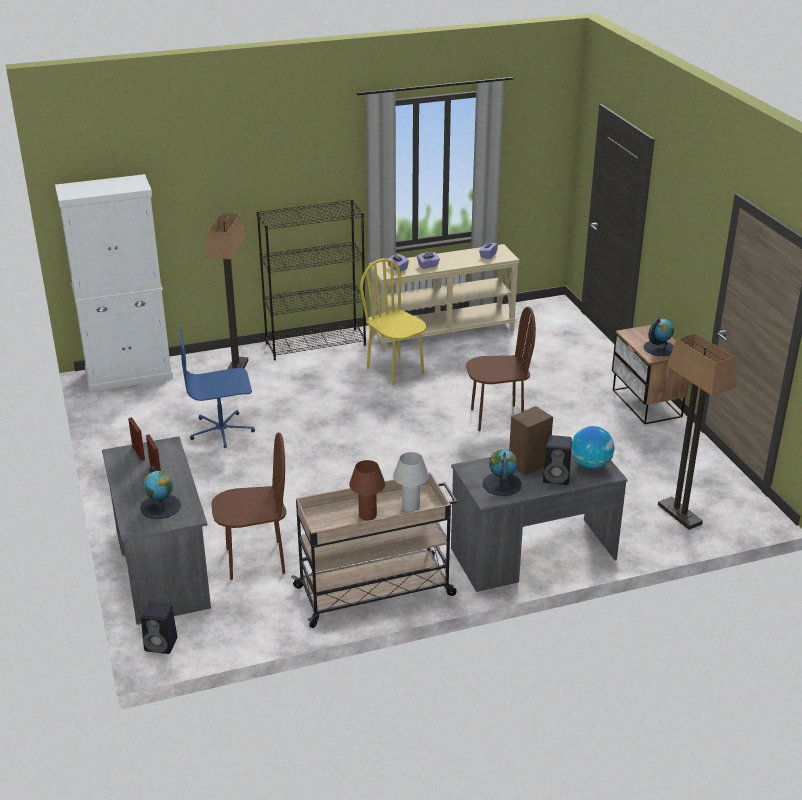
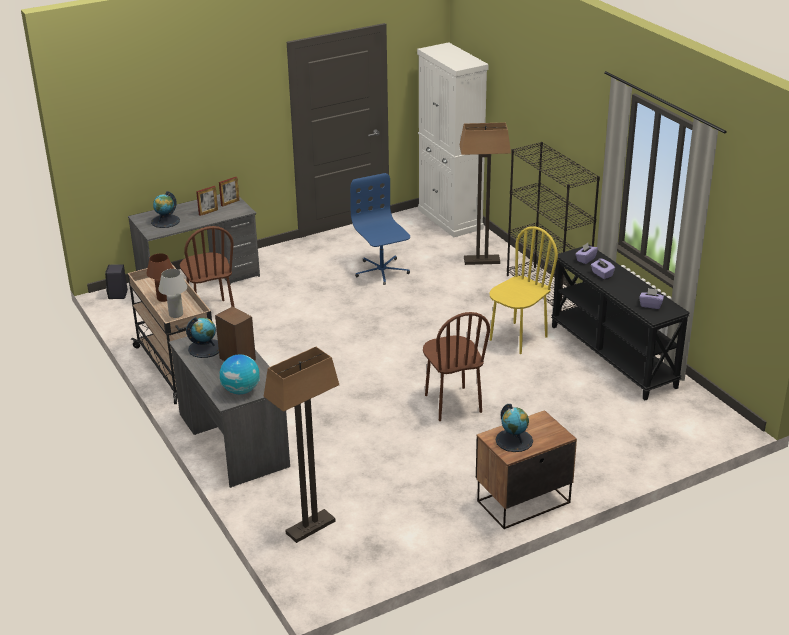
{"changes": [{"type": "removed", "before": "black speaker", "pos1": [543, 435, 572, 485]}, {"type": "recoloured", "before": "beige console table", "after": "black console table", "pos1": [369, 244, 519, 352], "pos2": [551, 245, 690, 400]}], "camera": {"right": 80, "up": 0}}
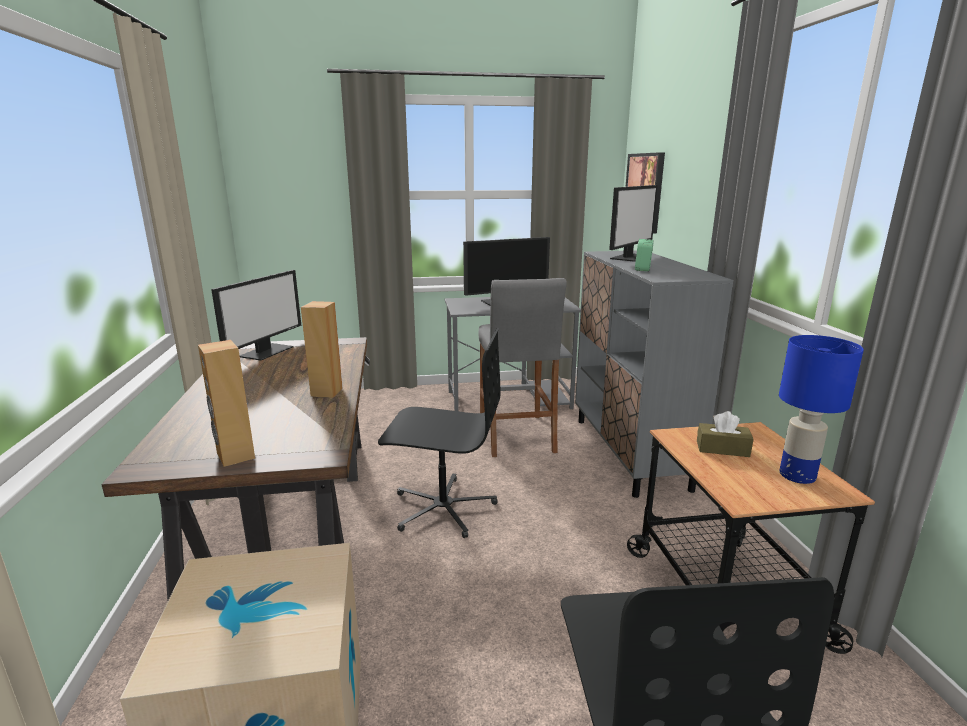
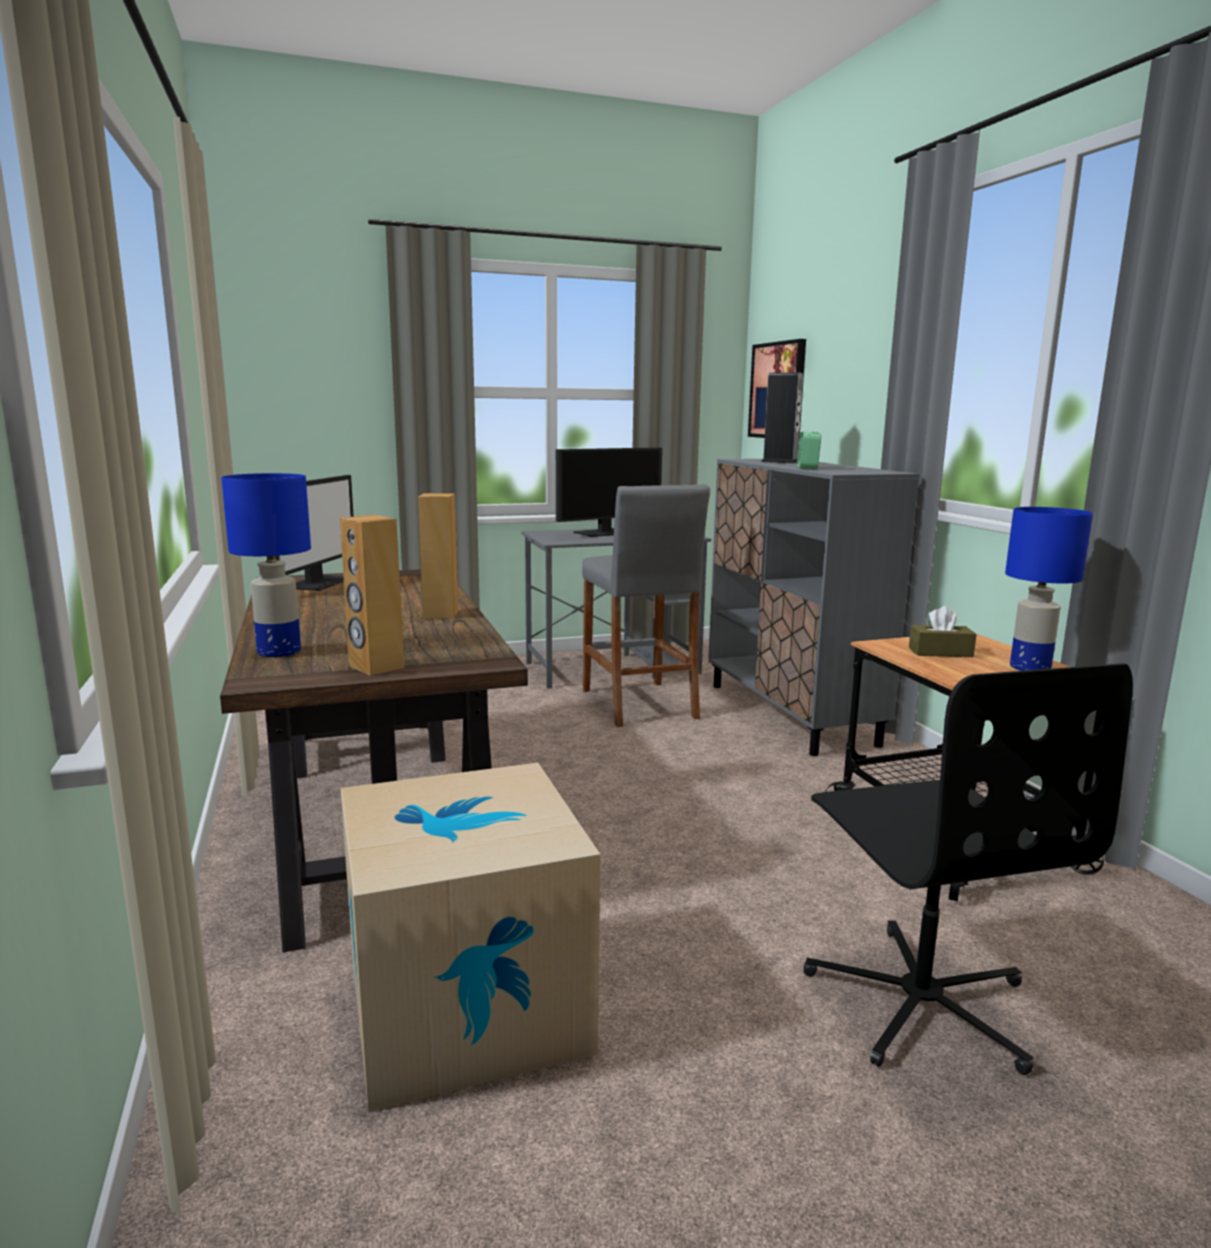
{"changes": [{"type": "removed", "before": "black office chair", "pos1": [378, 328, 500, 538]}, {"type": "added", "after": "blue table lamp", "pos2": [221, 473, 311, 657]}, {"type": "replaced", "before": "monitor", "after": "speaker", "pos1": [609, 185, 658, 262], "pos2": [761, 373, 803, 463]}], "camera": {"right": -10, "up": -5}}
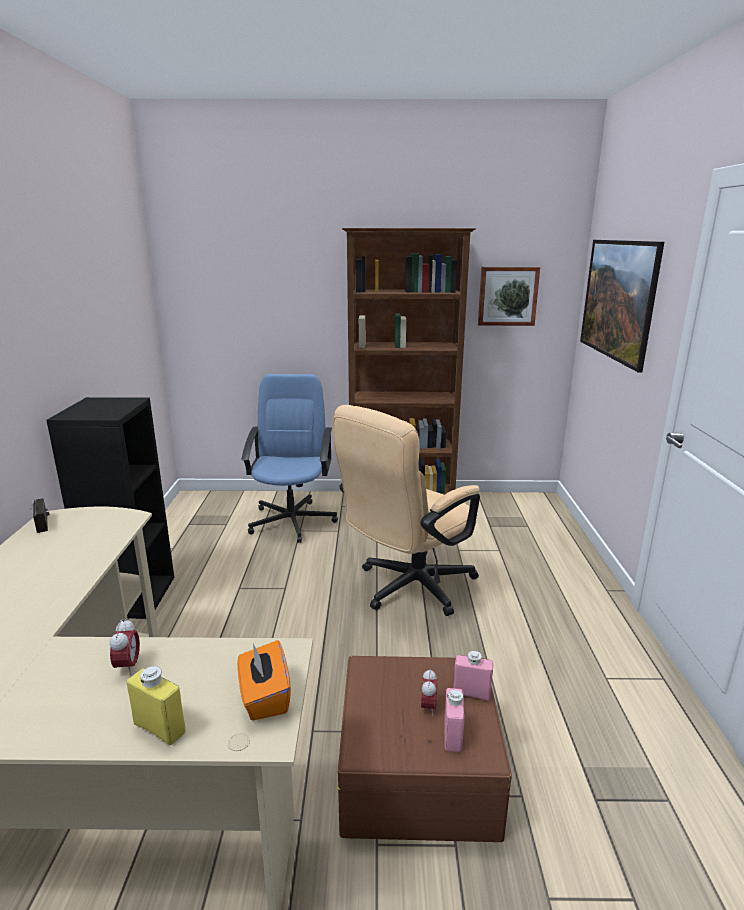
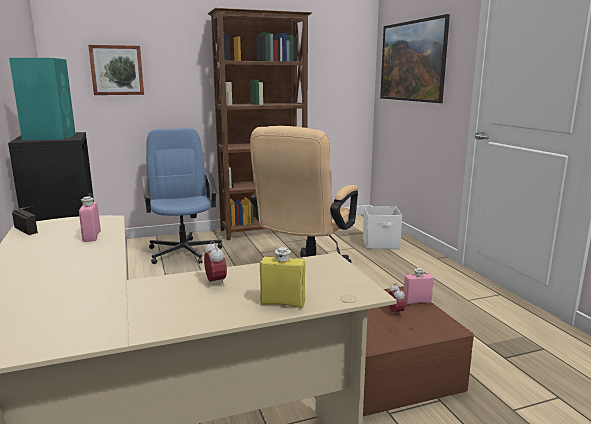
{"changes": [{"type": "removed", "before": "orange tissue box", "pos1": [237, 640, 291, 721]}, {"type": "added", "after": "turquoise speaker", "pos2": [9, 58, 76, 140]}, {"type": "added", "after": "white storage box", "pos2": [363, 206, 402, 249]}, {"type": "moved", "before": "pink bottle", "pos1": [444, 688, 464, 752], "pos2": [79, 196, 101, 242]}, {"type": "moved", "before": "picture", "pos1": [478, 267, 540, 326], "pos2": [88, 45, 144, 95]}], "camera": {"right": -20, "up": -5}}
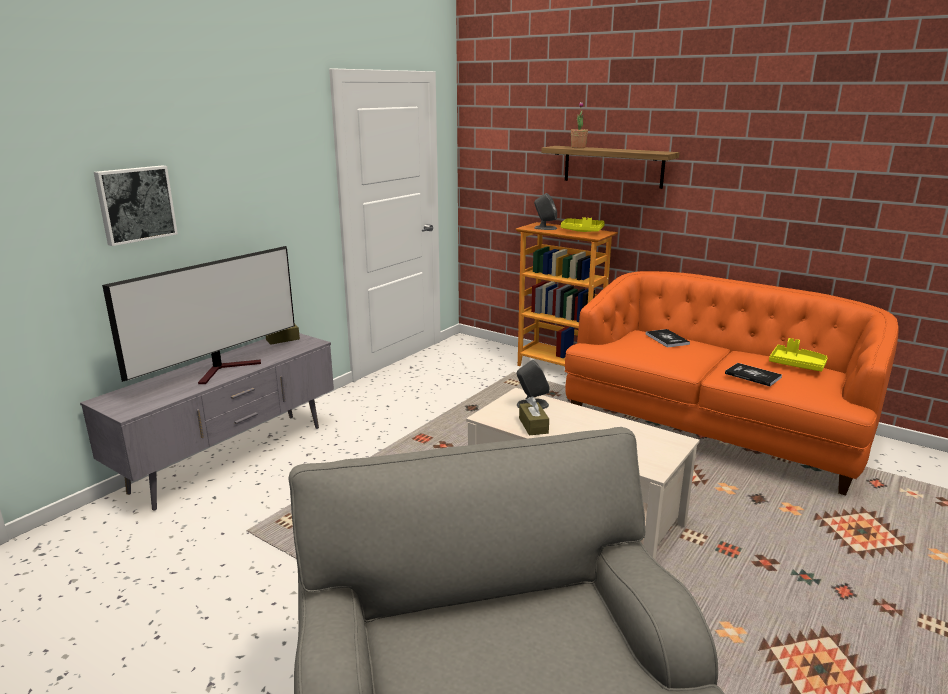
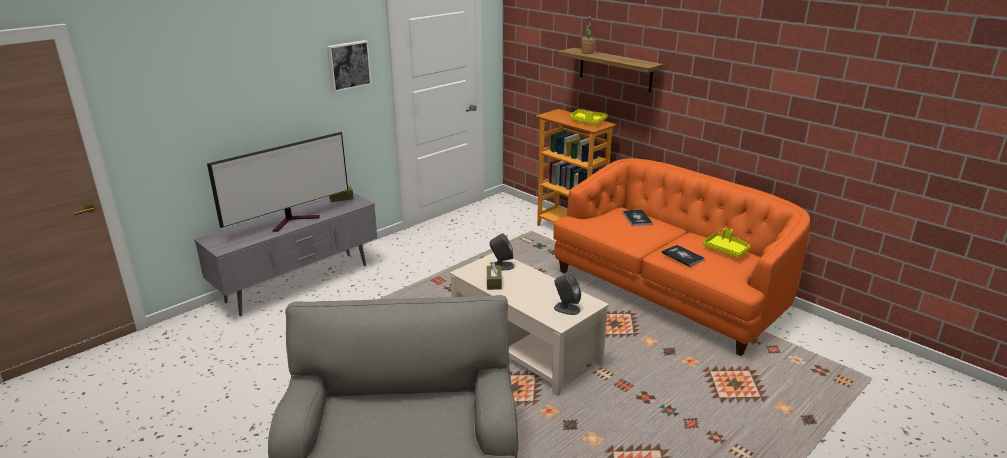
{"changes": [{"type": "moved", "before": "picture", "pos1": [94, 165, 178, 246], "pos2": [327, 40, 372, 92]}, {"type": "moved", "before": "grey speaker", "pos1": [534, 193, 557, 230], "pos2": [554, 273, 581, 315]}], "camera": {"right": 10, "up": 5}}
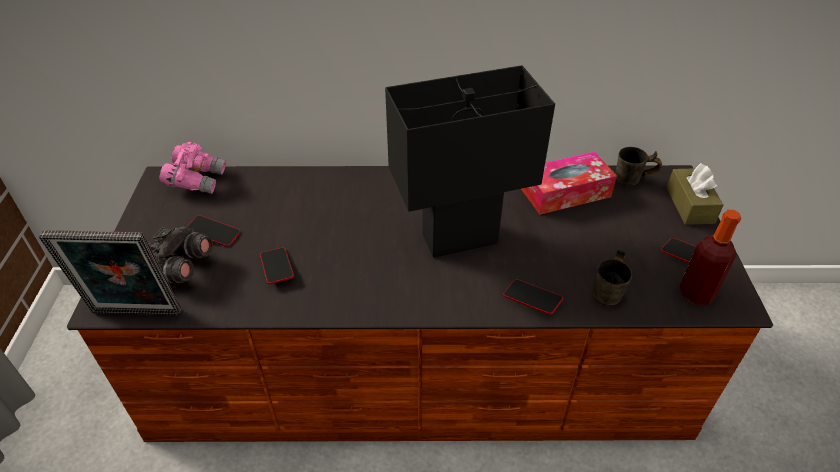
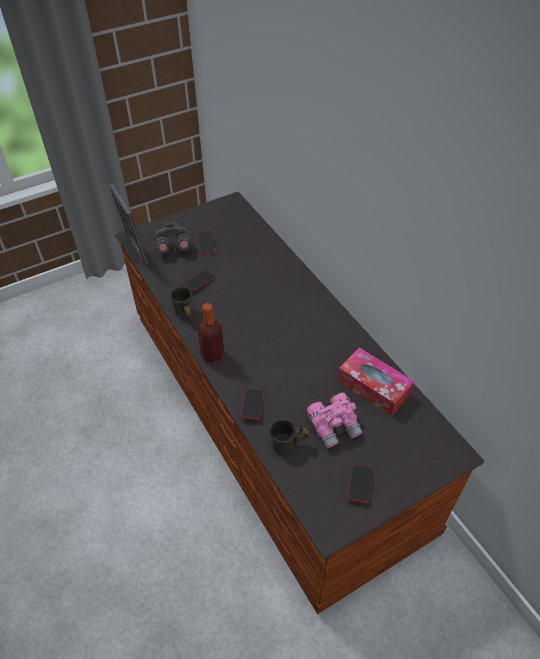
{"changes": [{"type": "removed", "before": "black table lamp", "pos1": [385, 65, 555, 258]}, {"type": "removed", "before": "brown tissue box", "pos1": [667, 163, 723, 225]}, {"type": "moved", "before": "pink binoculars", "pos1": [159, 142, 226, 194], "pos2": [307, 393, 363, 448]}, {"type": "moved", "before": "grey mug", "pos1": [616, 147, 662, 186], "pos2": [170, 287, 193, 317]}, {"type": "moved", "before": "bottle", "pos1": [679, 210, 741, 305], "pos2": [198, 303, 224, 364]}], "camera": {"right": 60, "up": 5}}
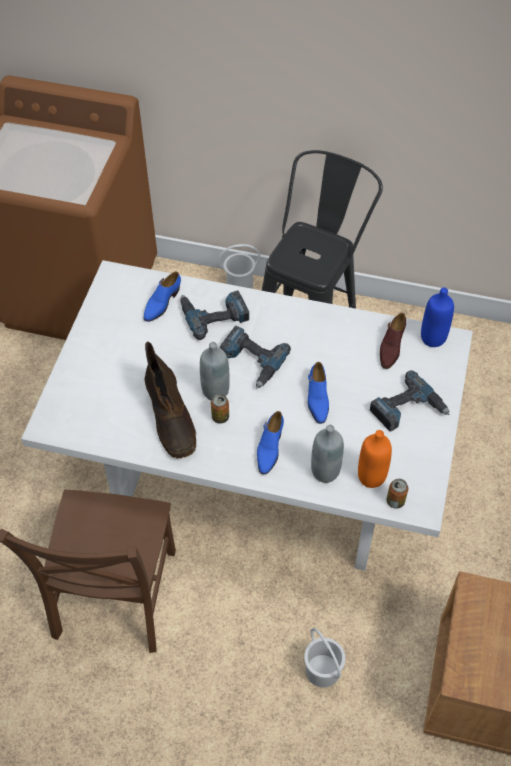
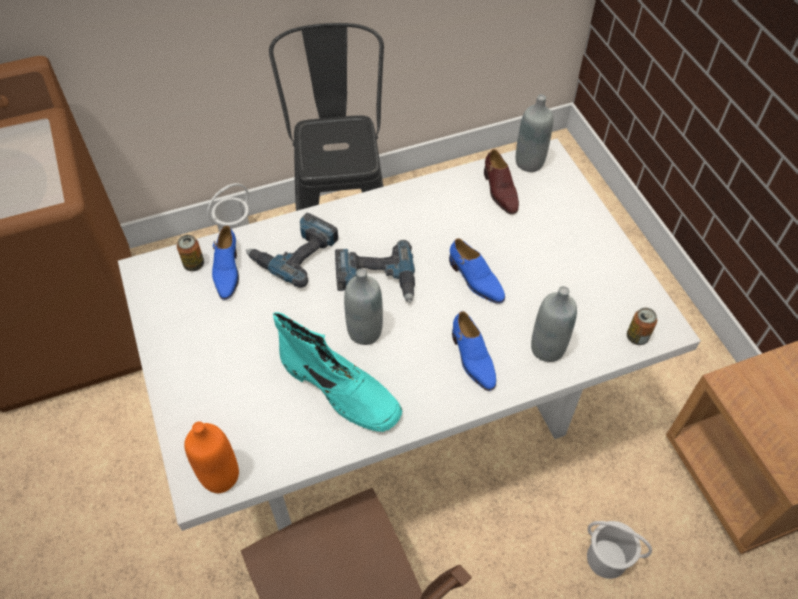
{"changes": [{"type": "removed", "before": "power drill", "pos1": [370, 370, 450, 431]}, {"type": "moved", "before": "can", "pos1": [211, 394, 229, 424], "pos2": [177, 235, 204, 271]}, {"type": "moved", "before": "orange bottle", "pos1": [358, 430, 392, 488], "pos2": [184, 421, 239, 493]}, {"type": "recoloured", "before": "brown boot", "after": "turquoise boot", "pos1": [145, 342, 197, 459], "pos2": [273, 312, 402, 432]}, {"type": "recoloured", "before": "blue bottle", "after": "grey bottle", "pos1": [421, 288, 454, 347], "pos2": [516, 94, 553, 172]}], "camera": {"right": -35, "up": 0}}
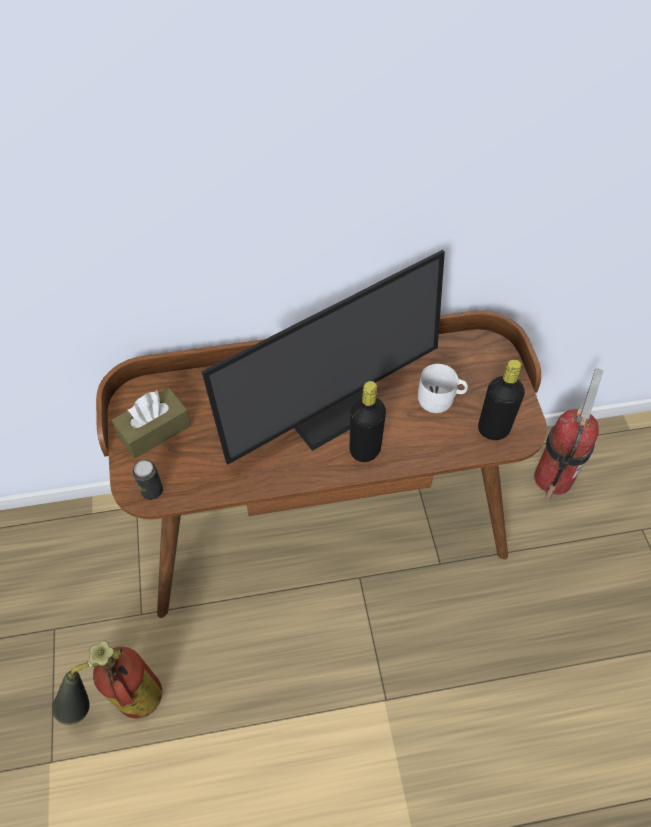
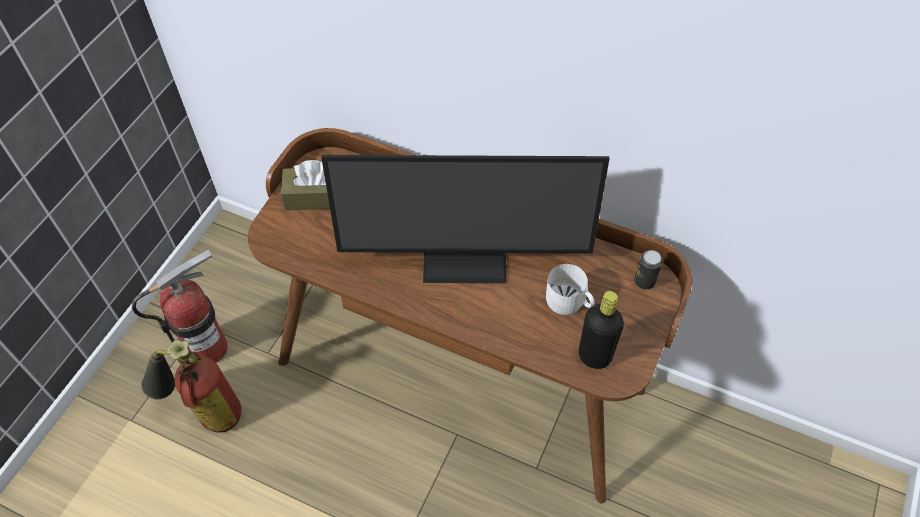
{"changes": [{"type": "removed", "before": "black bottle", "pos1": [350, 381, 386, 462]}, {"type": "moved", "before": "can", "pos1": [132, 460, 163, 500], "pos2": [634, 250, 663, 290]}, {"type": "moved", "before": "fire extinguisher", "pos1": [534, 368, 603, 499], "pos2": [132, 249, 228, 363]}], "camera": {"right": 35, "up": 0}}
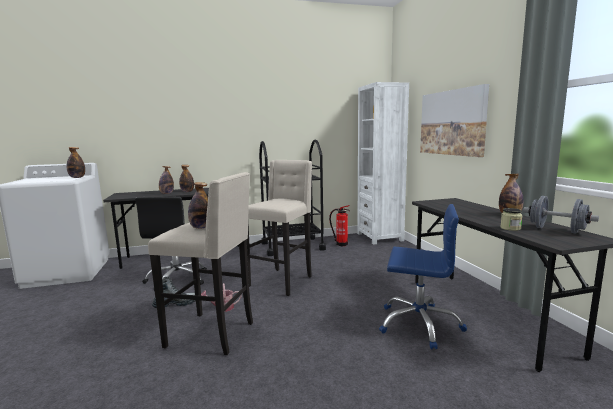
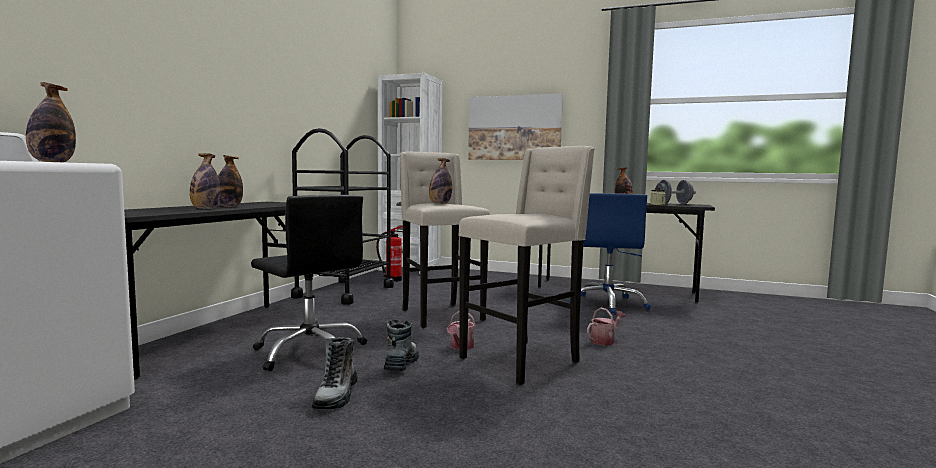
{"changes": [{"type": "added", "after": "boot", "pos2": [312, 337, 358, 409]}, {"type": "added", "after": "watering can", "pos2": [587, 308, 626, 345]}, {"type": "moved", "before": "bottle", "pos1": [188, 182, 208, 229], "pos2": [429, 158, 452, 204]}, {"type": "turned", "before": "blue office chair", "pos1": [379, 204, 467, 349], "pos2": [568, 193, 651, 315], "turn": 135}], "camera": {"right": -55, "up": -5}}
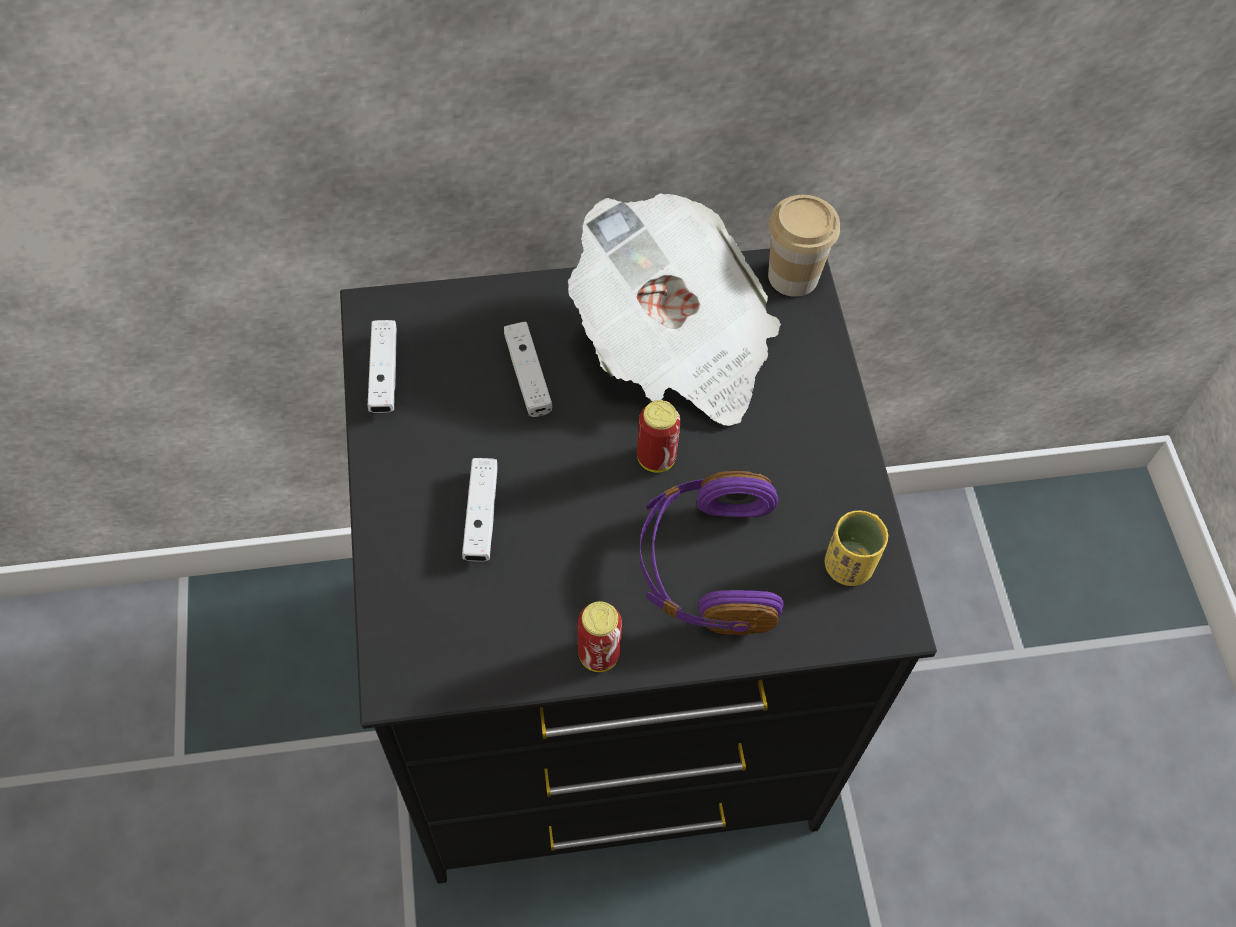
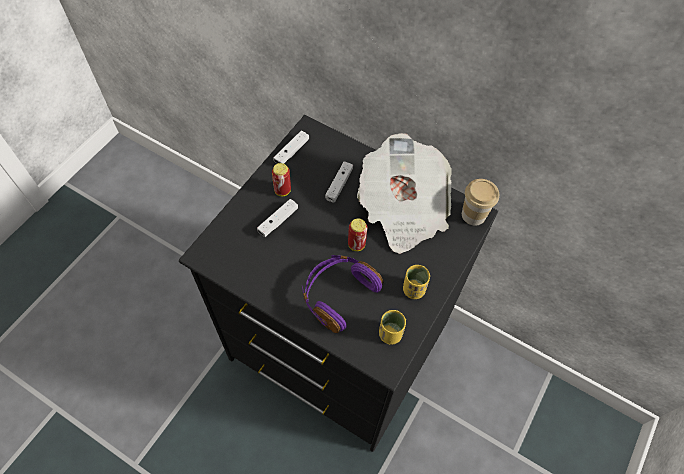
{"changes": [{"type": "added", "after": "yellow cup", "pos2": [403, 265, 430, 299]}, {"type": "moved", "before": "can", "pos1": [578, 601, 622, 672], "pos2": [272, 163, 291, 196]}], "camera": {"right": 40, "up": 0}}
